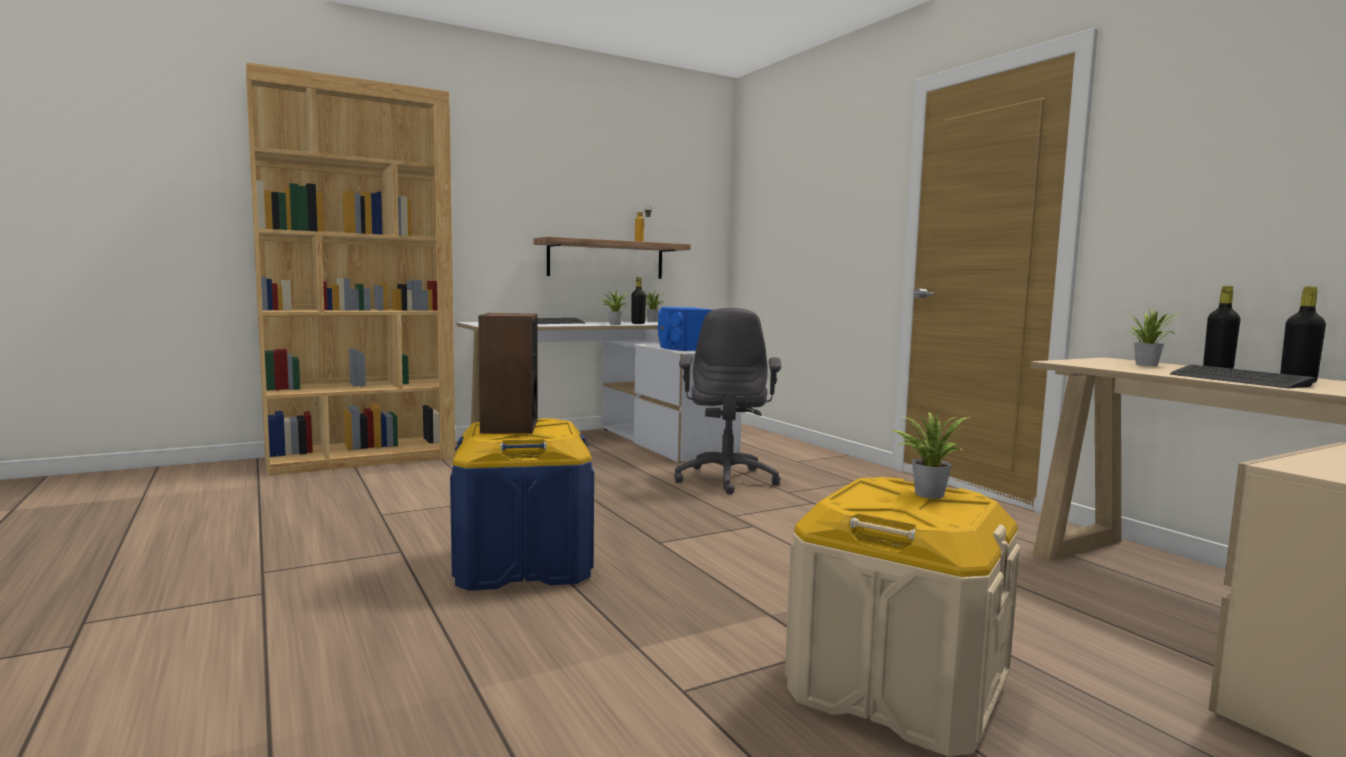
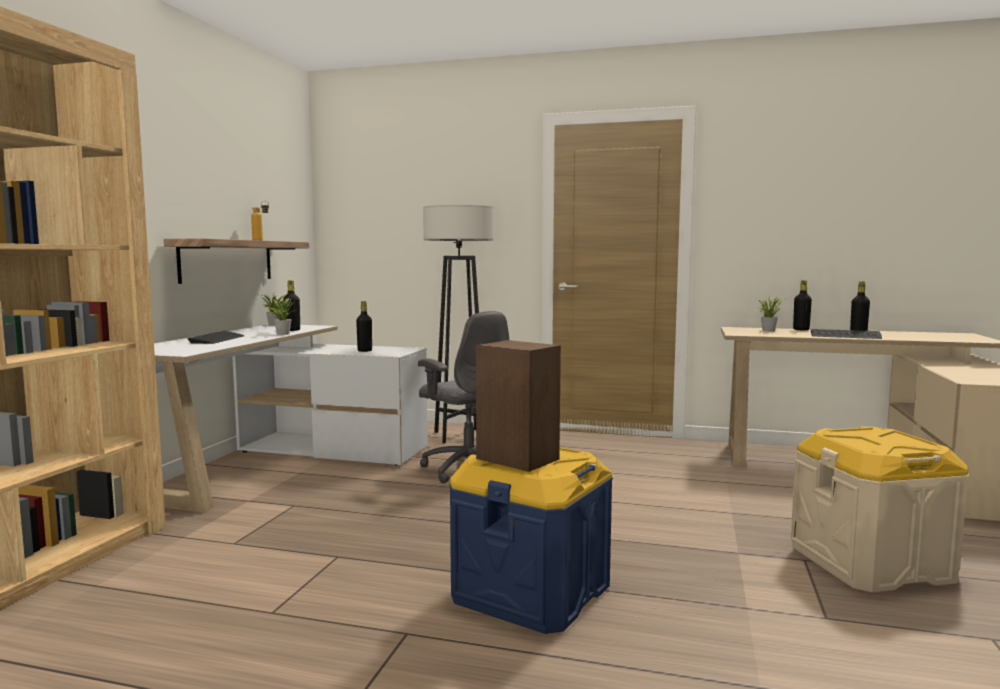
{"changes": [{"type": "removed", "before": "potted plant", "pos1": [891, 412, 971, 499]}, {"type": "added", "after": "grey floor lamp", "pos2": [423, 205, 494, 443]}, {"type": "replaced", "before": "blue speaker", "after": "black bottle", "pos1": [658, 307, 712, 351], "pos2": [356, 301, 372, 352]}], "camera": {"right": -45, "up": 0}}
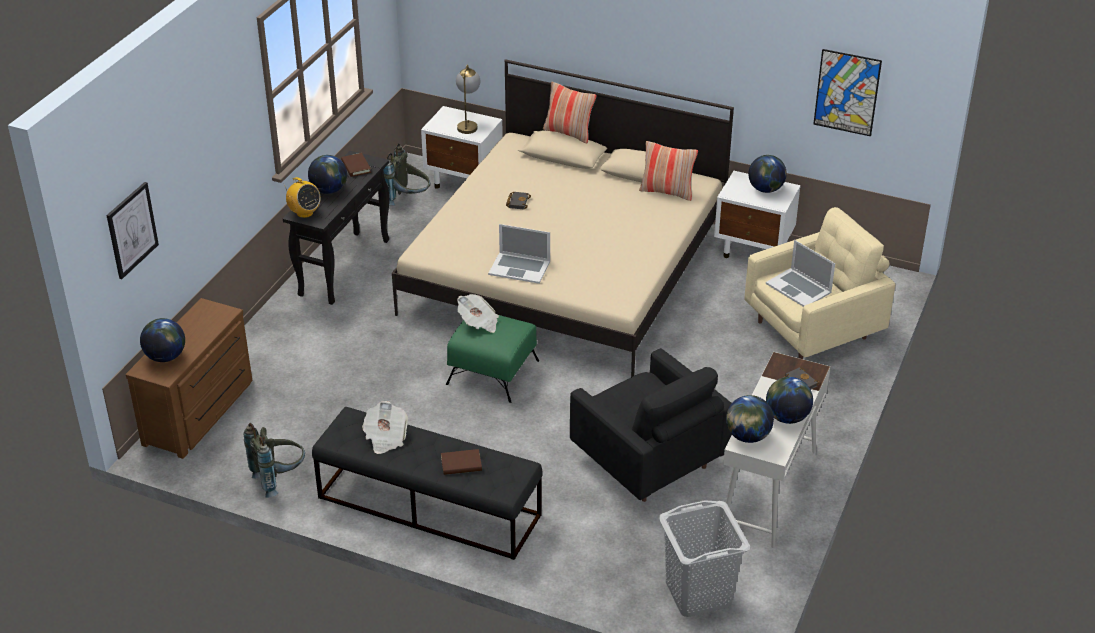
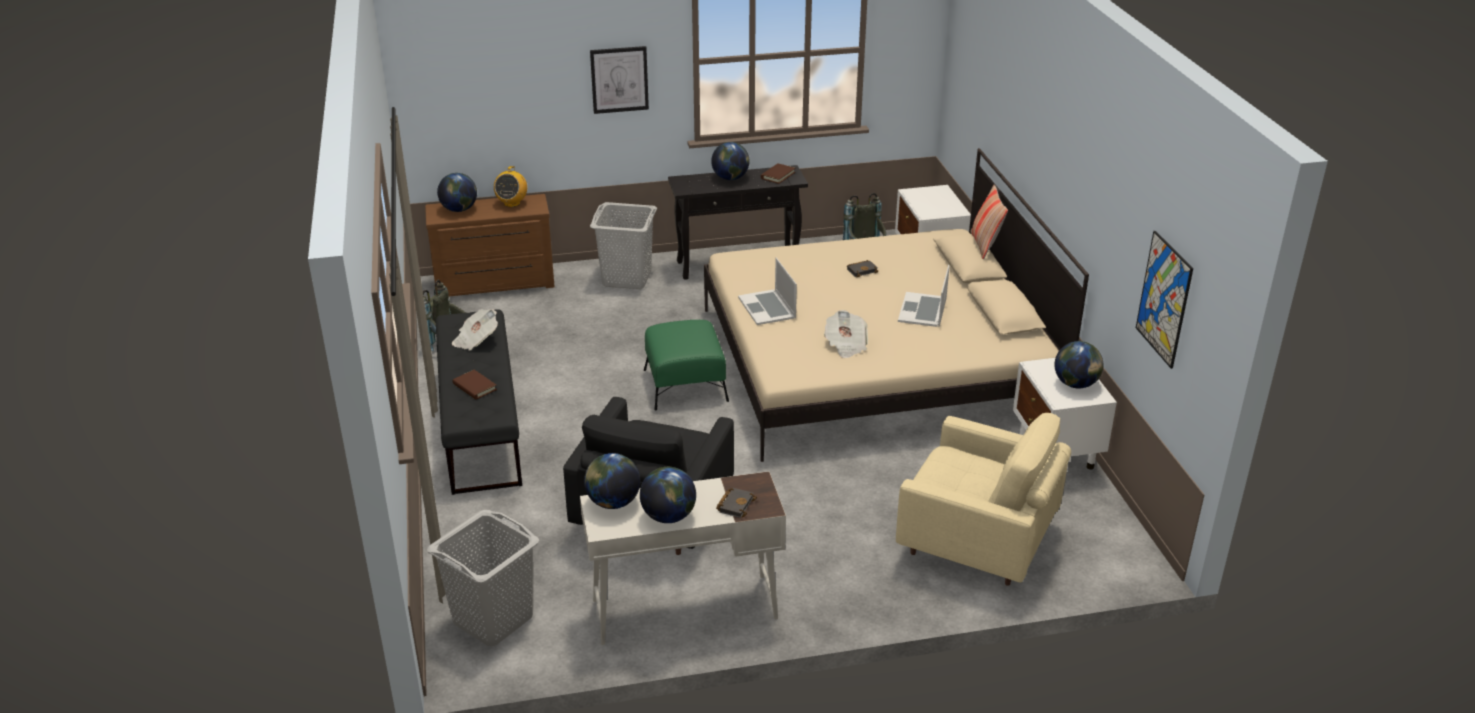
{"changes": [{"type": "removed", "before": "table lamp", "pos1": [456, 64, 480, 134]}, {"type": "removed", "before": "pillow", "pos1": [639, 141, 698, 201]}, {"type": "added", "after": "grey laundry basket", "pos2": [590, 202, 657, 289]}, {"type": "moved", "before": "picture", "pos1": [107, 182, 159, 279], "pos2": [590, 46, 649, 114]}, {"type": "moved", "before": "radio", "pos1": [284, 177, 321, 218], "pos2": [494, 166, 527, 207]}, {"type": "moved", "before": "newspaper", "pos1": [457, 294, 499, 333], "pos2": [824, 310, 868, 358]}, {"type": "moved", "before": "laptop", "pos1": [766, 240, 835, 307], "pos2": [898, 265, 950, 327]}], "camera": {"right": 55, "up": -5}}
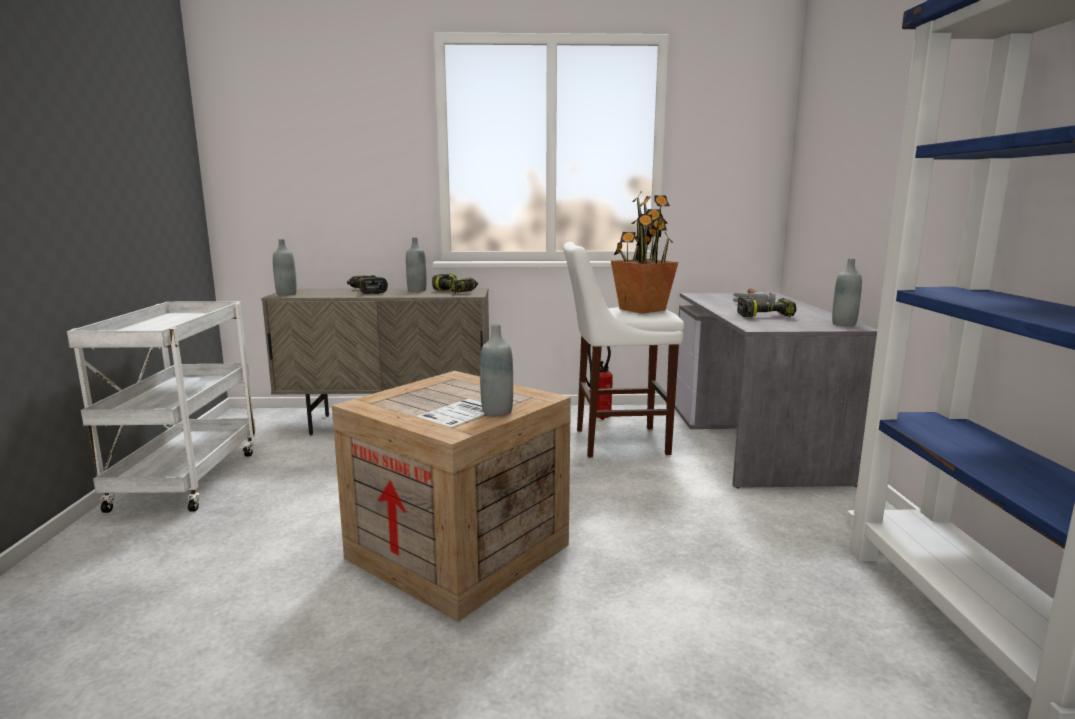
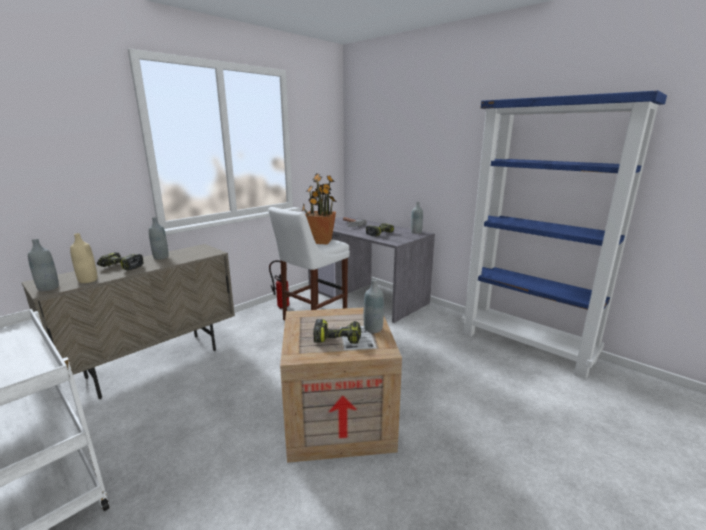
{"changes": [{"type": "added", "after": "beige bottle", "pos2": [70, 233, 97, 283]}, {"type": "moved", "before": "power drill", "pos1": [432, 274, 478, 293], "pos2": [313, 319, 361, 344]}], "camera": {"right": -45, "up": 5}}
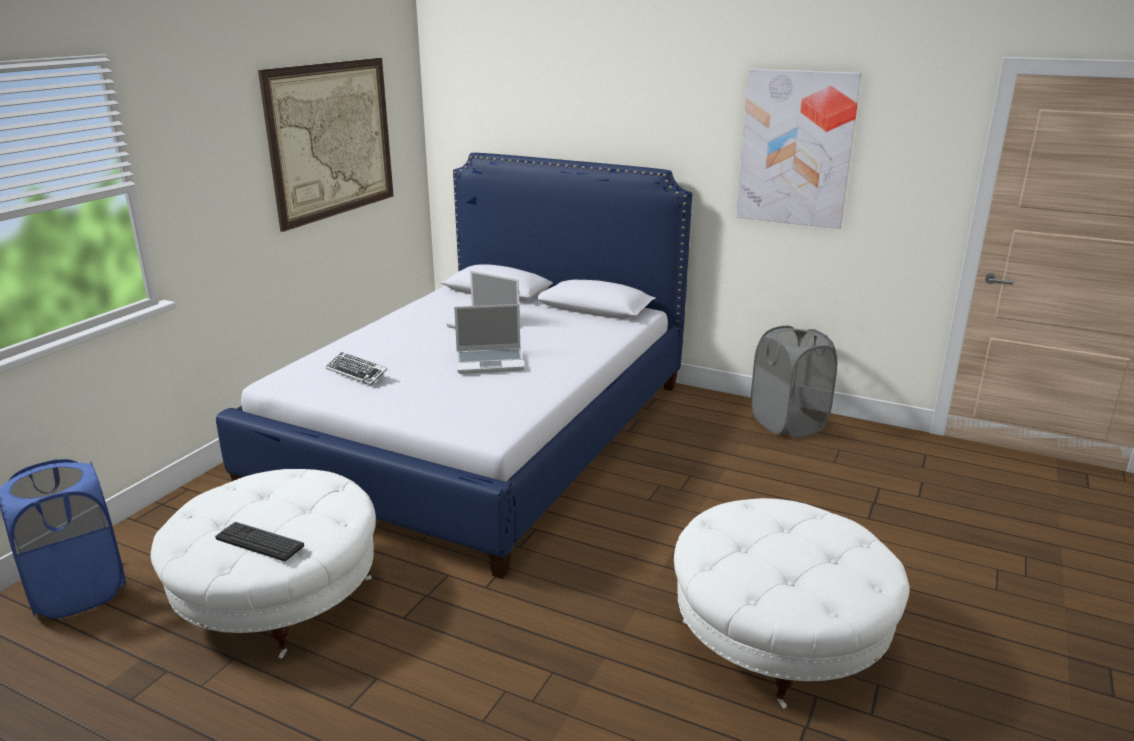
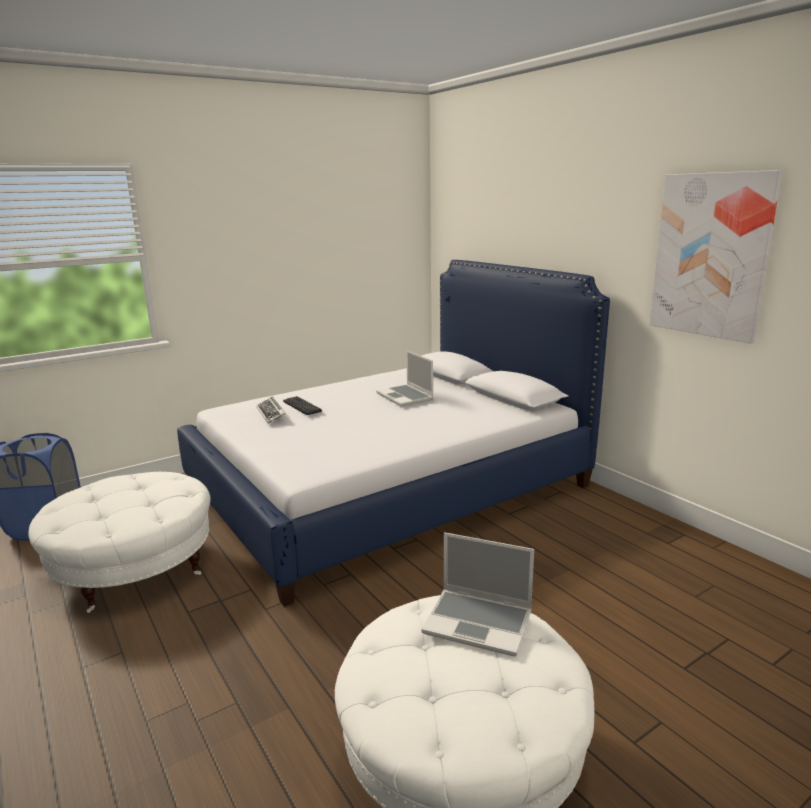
{"changes": [{"type": "removed", "before": "picture", "pos1": [258, 58, 393, 232]}, {"type": "removed", "before": "grey laundry basket", "pos1": [751, 326, 837, 438]}, {"type": "moved", "before": "keyboard", "pos1": [215, 522, 304, 561], "pos2": [283, 396, 322, 415]}, {"type": "moved", "before": "laptop", "pos1": [454, 304, 525, 374], "pos2": [421, 532, 534, 656]}], "camera": {"right": 30, "up": -5}}
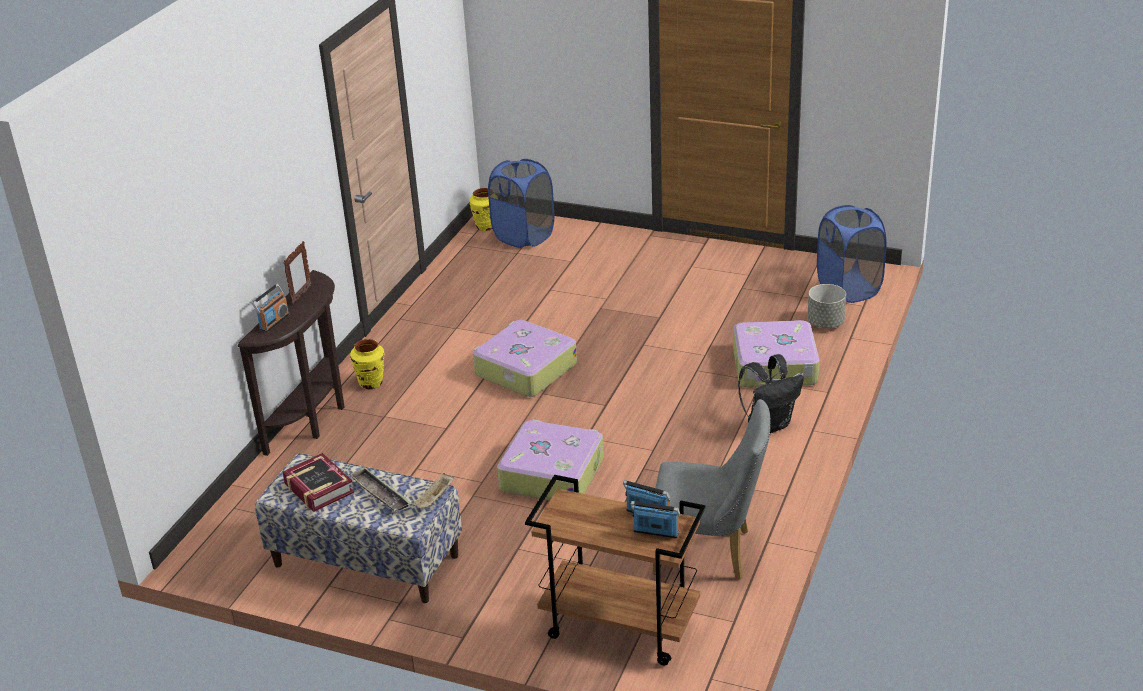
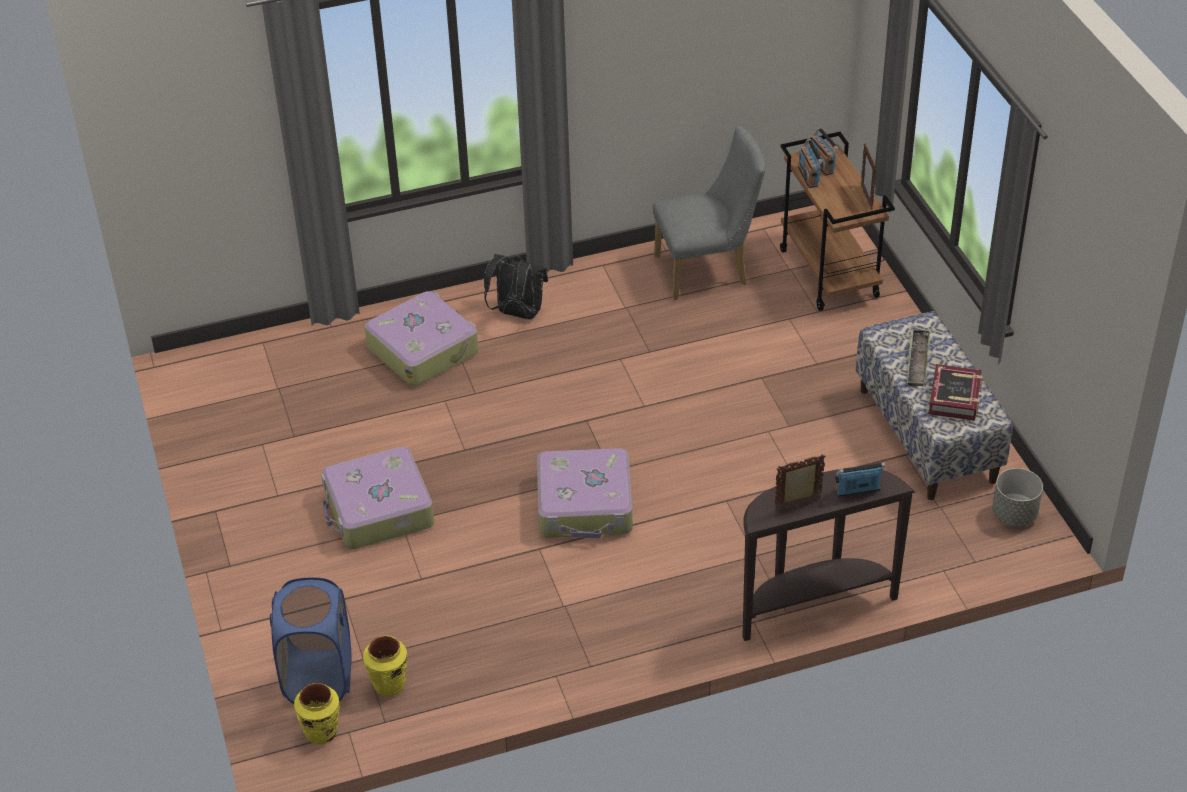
{"changes": [{"type": "removed", "before": "beige tray", "pos1": [413, 473, 454, 508]}, {"type": "removed", "before": "blue laundry basket", "pos1": [817, 205, 887, 303]}, {"type": "added", "after": "picture frame", "pos2": [861, 143, 876, 209]}, {"type": "moved", "before": "yellow vase", "pos1": [350, 339, 384, 389], "pos2": [363, 635, 408, 697]}, {"type": "moved", "before": "suitcase", "pos1": [497, 420, 604, 501], "pos2": [321, 447, 434, 549]}, {"type": "moved", "before": "grey planter", "pos1": [807, 284, 846, 328], "pos2": [992, 468, 1043, 526]}, {"type": "turned", "before": "grey chair", "pos1": [653, 399, 771, 579], "pos2": [653, 126, 766, 300], "turn": 105}], "camera": {"right": -130, "up": 10}}
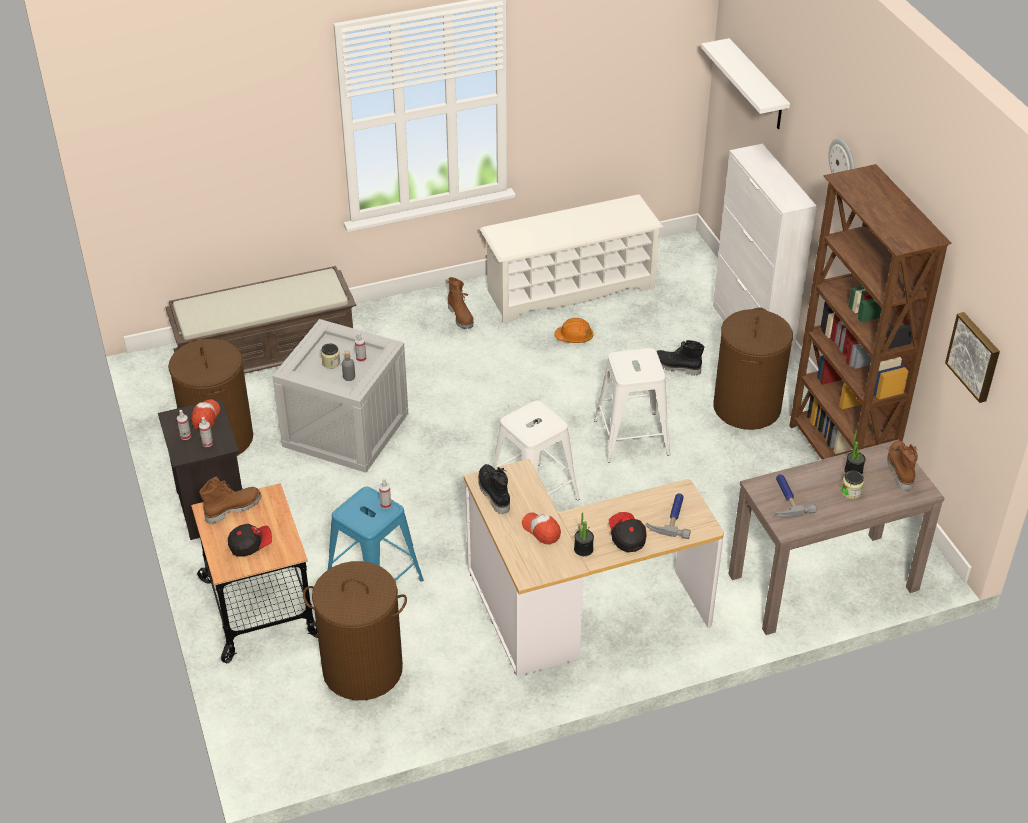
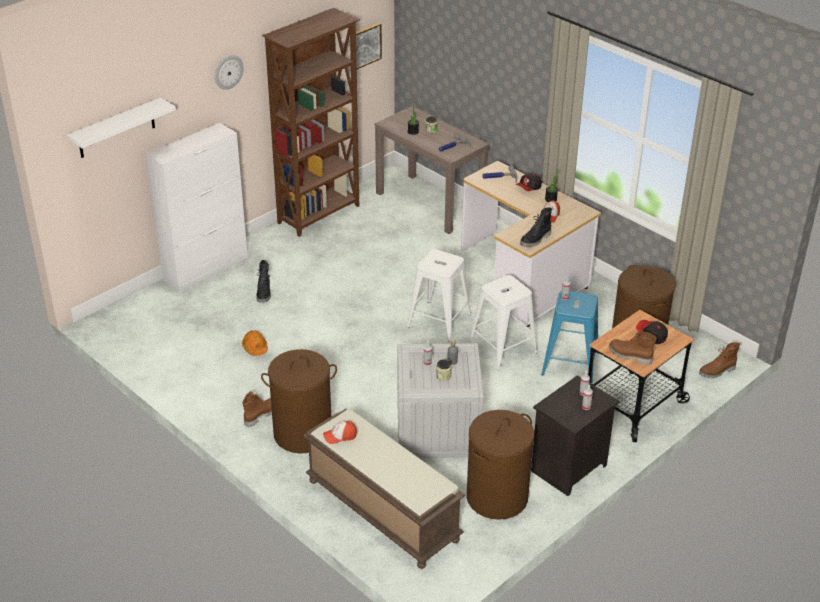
{"changes": [{"type": "removed", "before": "white shoe rack", "pos1": [480, 194, 663, 323]}, {"type": "moved", "before": "cap", "pos1": [191, 399, 220, 430], "pos2": [323, 421, 357, 444]}, {"type": "moved", "before": "white stool", "pos1": [594, 348, 670, 463], "pos2": [469, 275, 538, 371]}, {"type": "moved", "before": "brown laundry basket", "pos1": [714, 307, 793, 430], "pos2": [261, 349, 337, 454]}, {"type": "moved", "before": "brown boot", "pos1": [887, 440, 918, 491], "pos2": [699, 342, 740, 378]}], "camera": {"right": -115, "up": -5}}
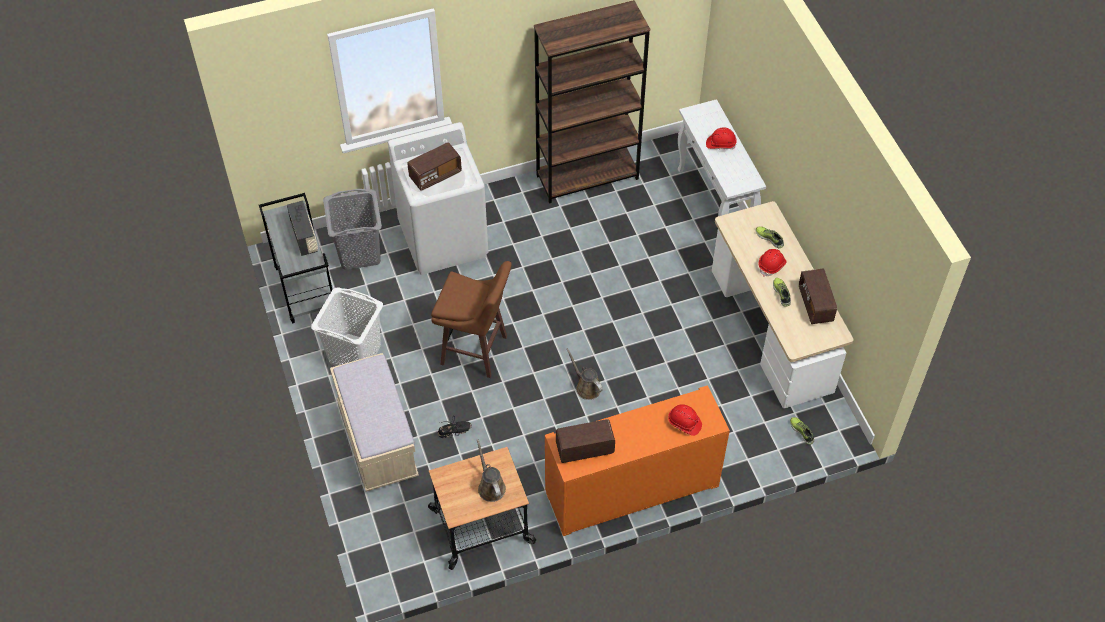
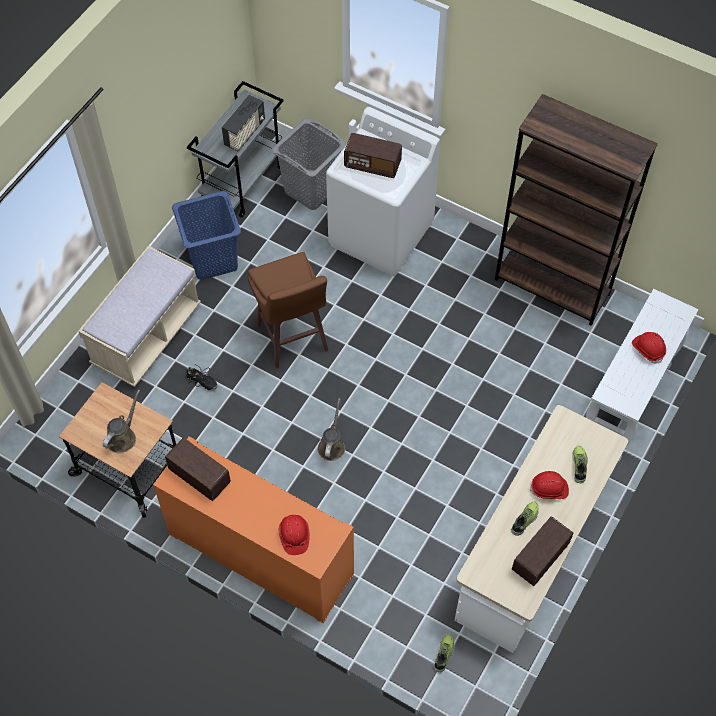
{"changes": [{"type": "recoloured", "before": "white laundry basket", "after": "blue laundry basket", "pos1": [311, 287, 383, 366], "pos2": [172, 191, 241, 280]}], "camera": {"right": 50, "up": 5}}
